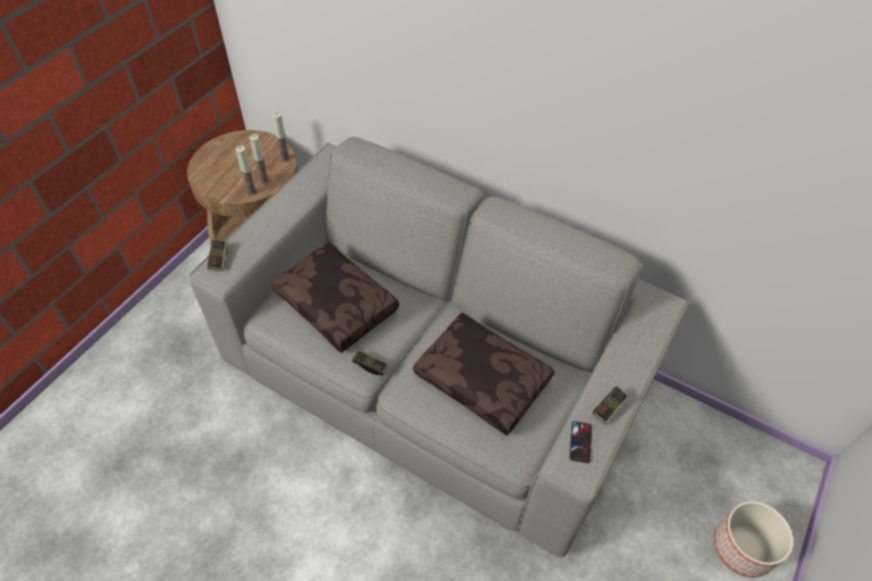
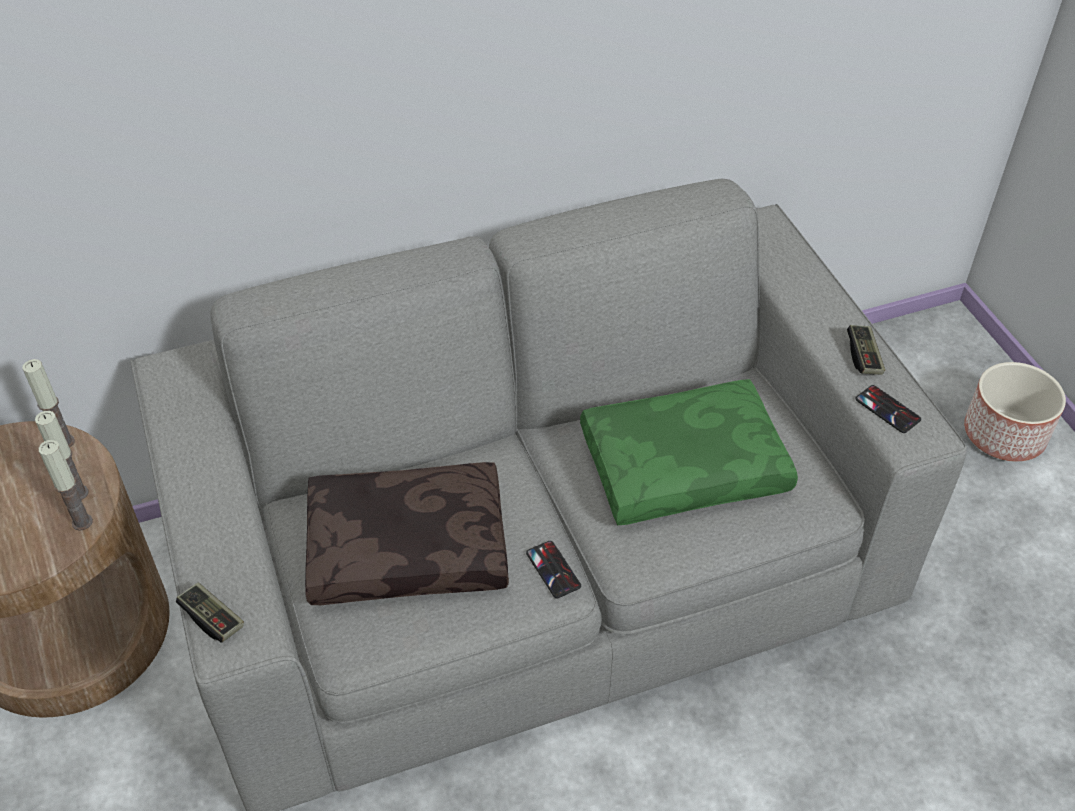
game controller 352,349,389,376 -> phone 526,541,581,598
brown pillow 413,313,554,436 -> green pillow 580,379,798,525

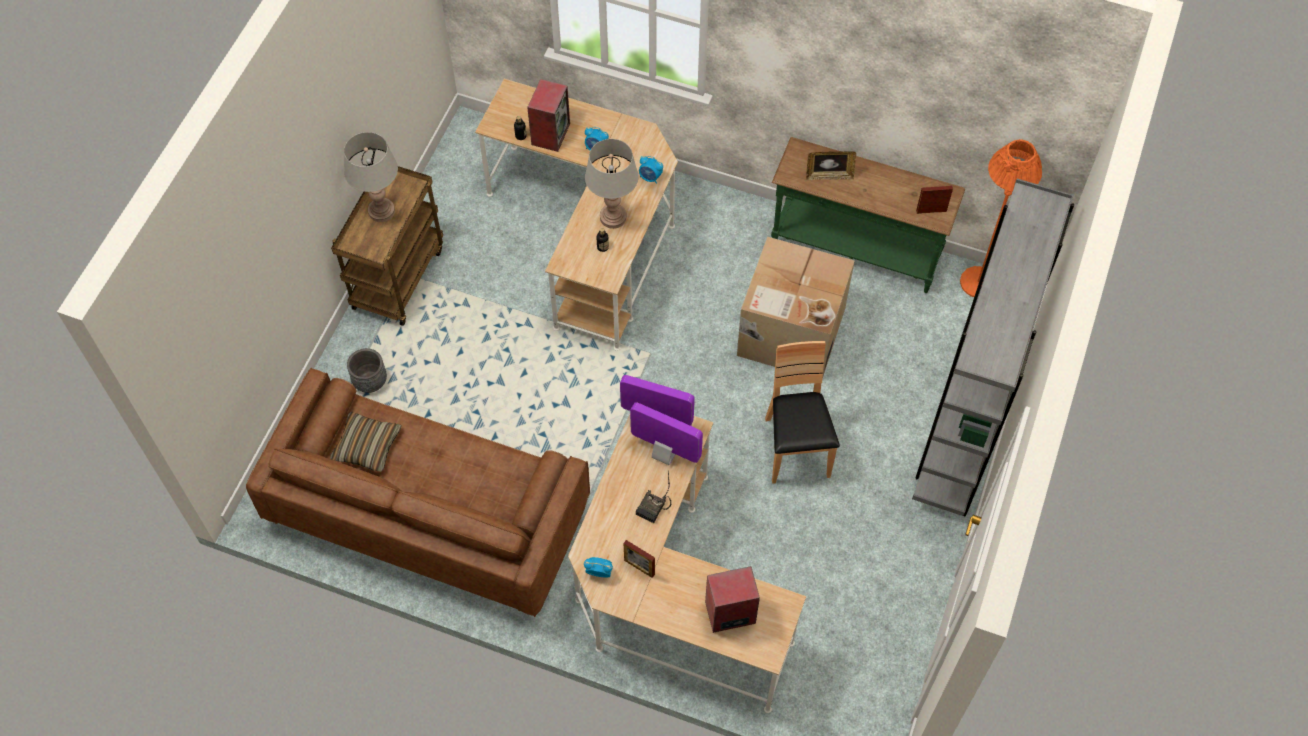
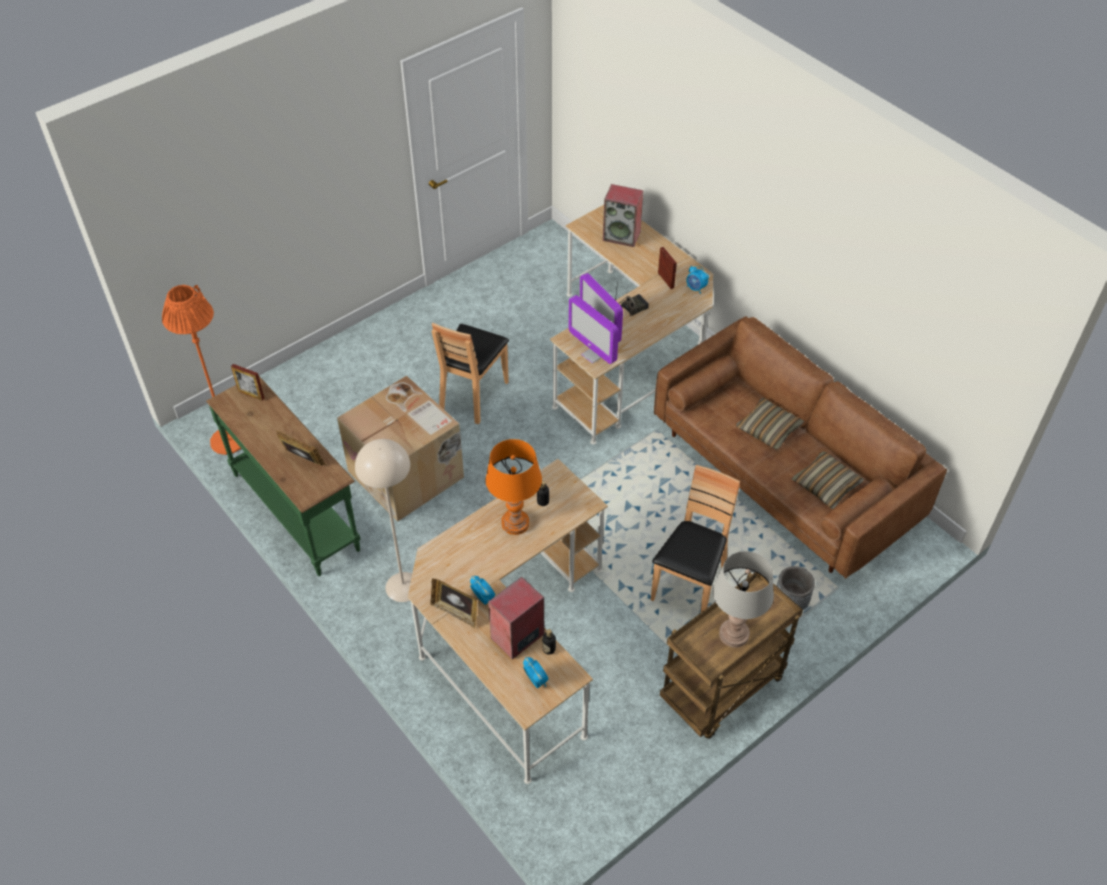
grey bookcase 912,179,1074,516 -> none
none -> beige floor lamp 355,439,412,602
none -> picture frame 430,578,477,628
none -> brown chair 650,465,740,612
none -> pillow 736,398,804,449
alarm clock 639,156,663,184 -> alarm clock 523,657,548,689, shifted
grey table lamp 585,139,638,229 -> orange table lamp 486,439,542,535

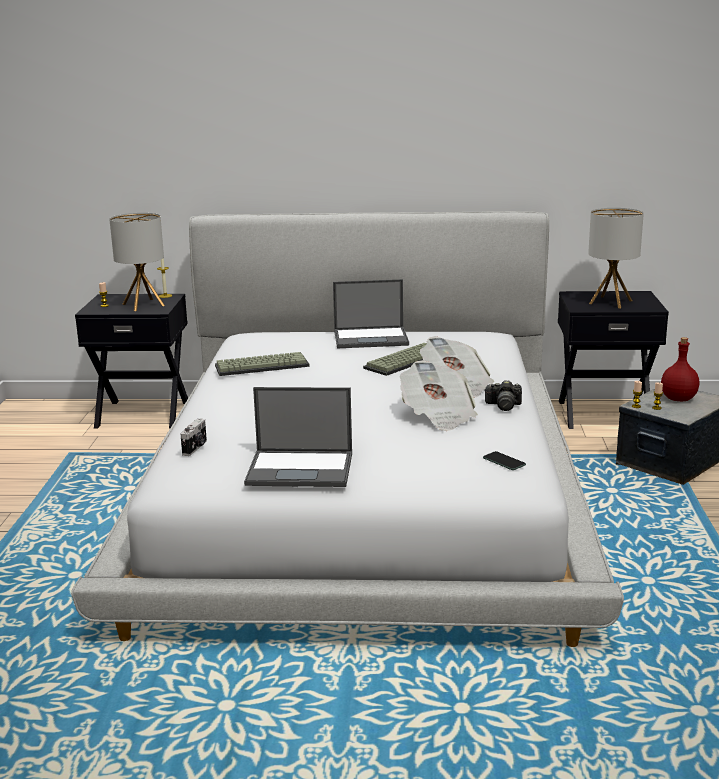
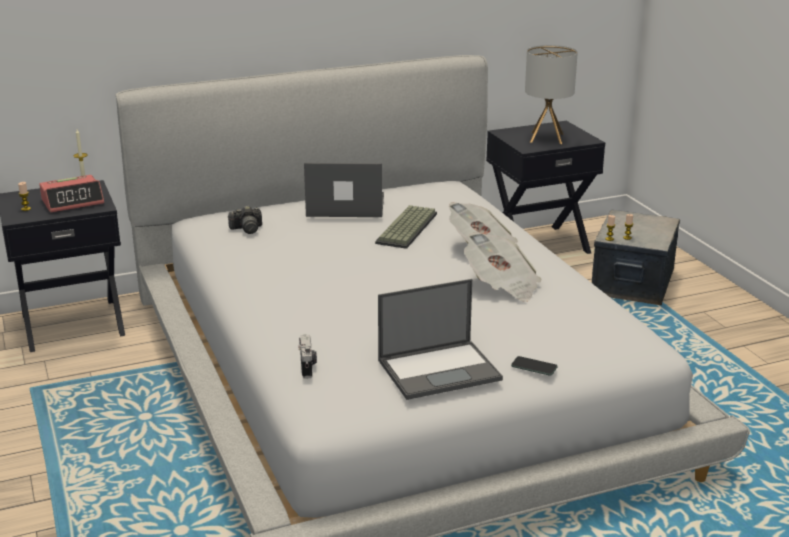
keyboard 215,352,310,376 -> none
red bottle 661,337,699,401 -> none
phone 483,451,526,470 -> phone 511,356,558,376, shifted
photo camera 484,380,522,411 -> photo camera 227,205,262,234, shifted
table lamp 109,213,165,311 -> alarm clock 39,175,104,213
laptop 333,279,409,348 -> laptop 304,163,384,217, 150 degrees counterclockwise

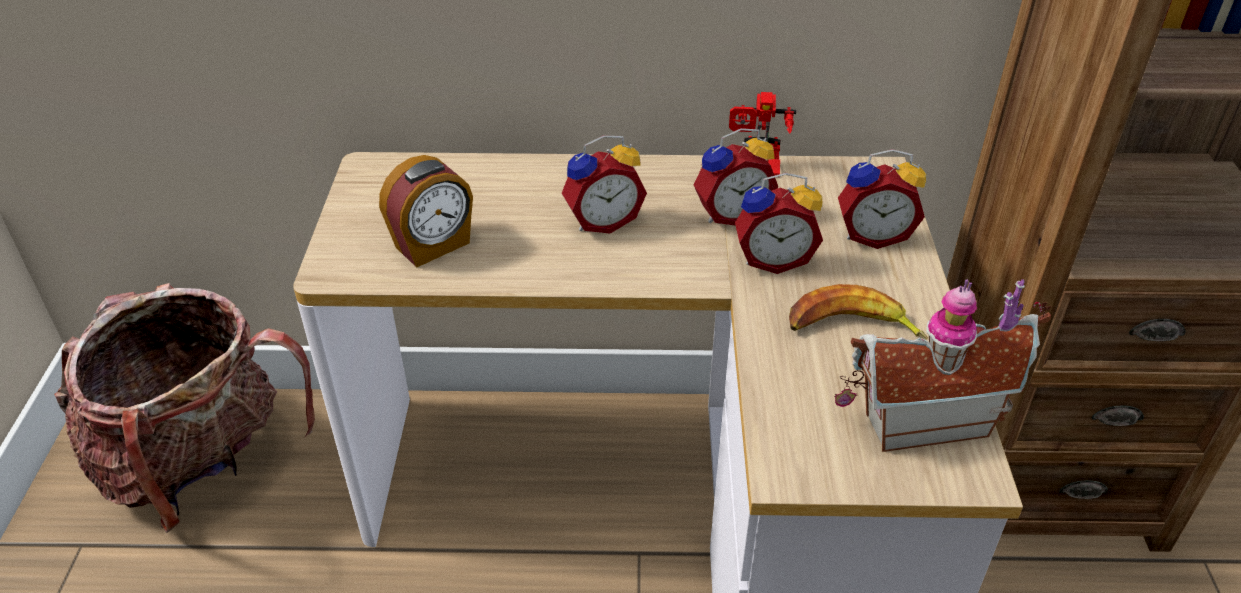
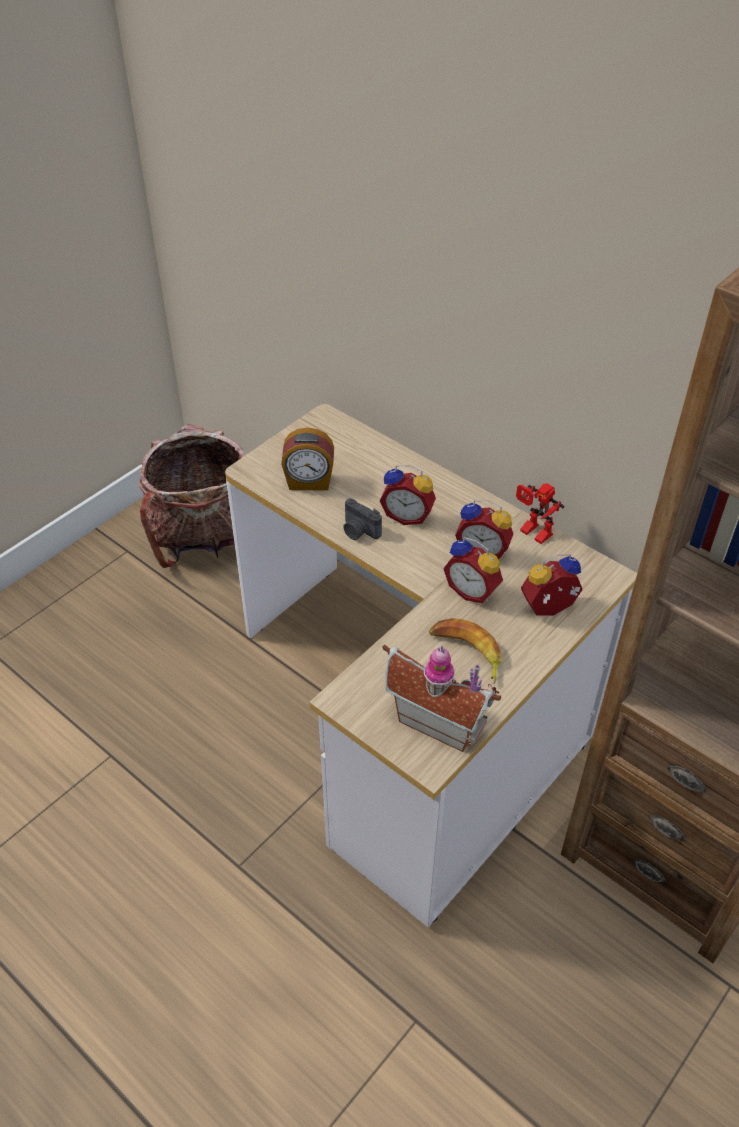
none -> photo camera 343,498,382,540
alarm clock 838,149,926,249 -> alarm clock 521,554,583,616, 120 degrees clockwise

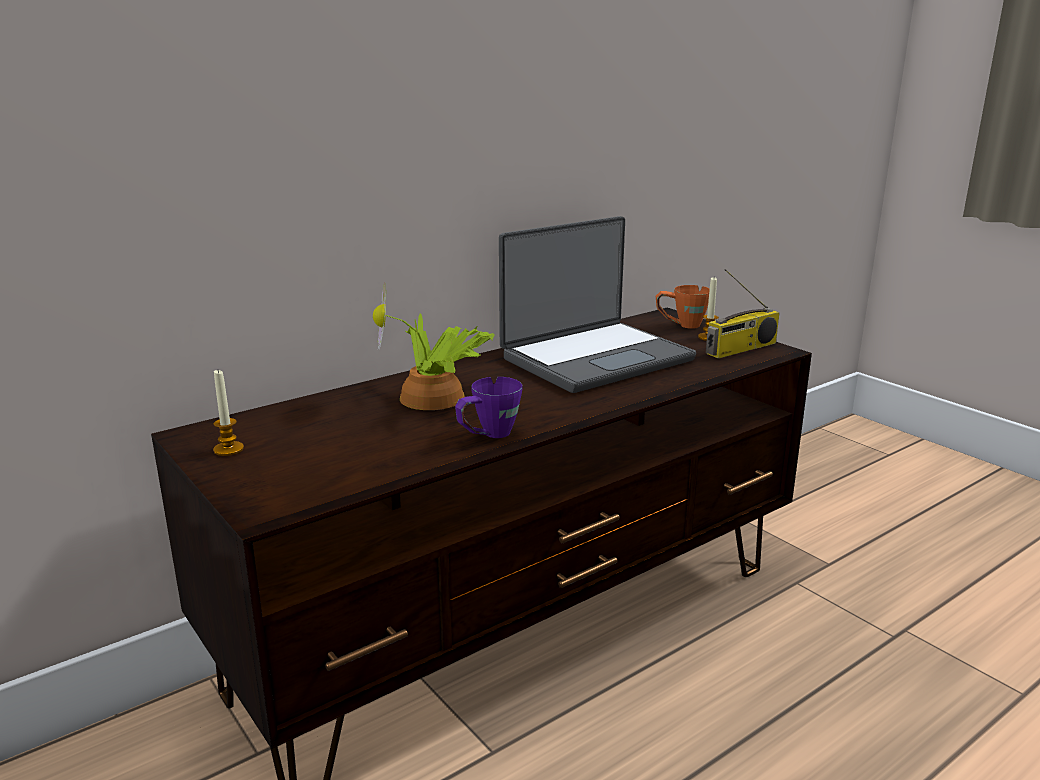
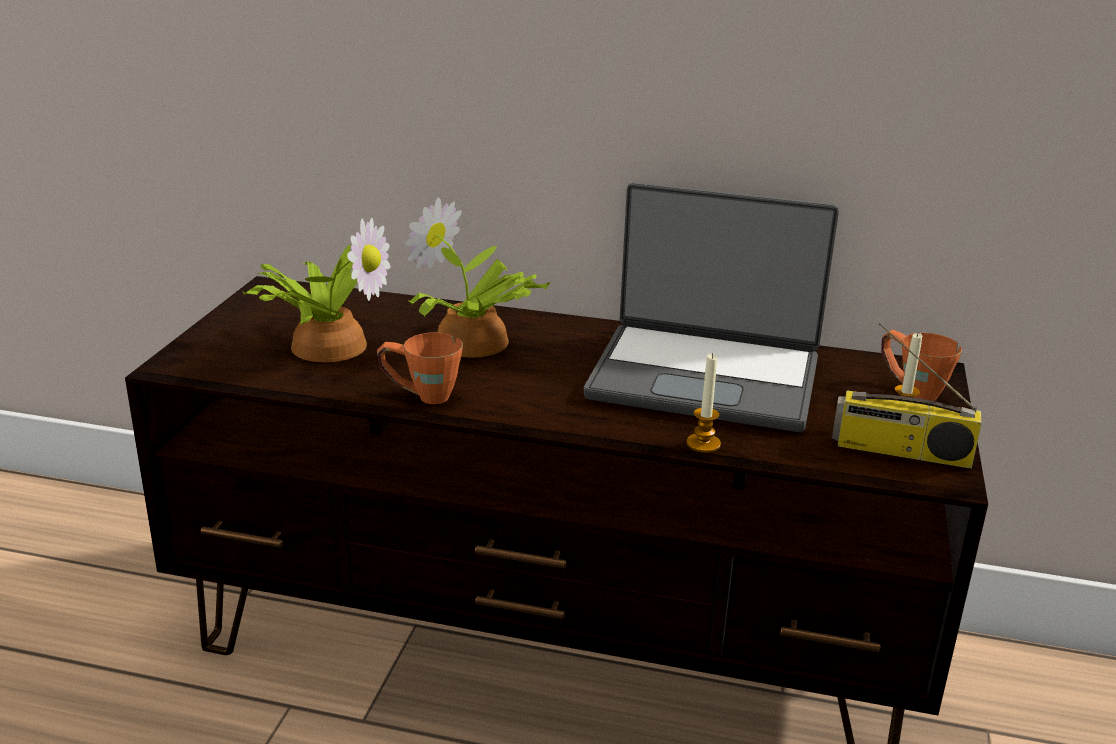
none -> potted plant 242,218,390,362
candle 213,370,244,456 -> candle 687,353,721,453, shifted
purple mug 455,377,523,438 -> orange mug 377,333,463,404

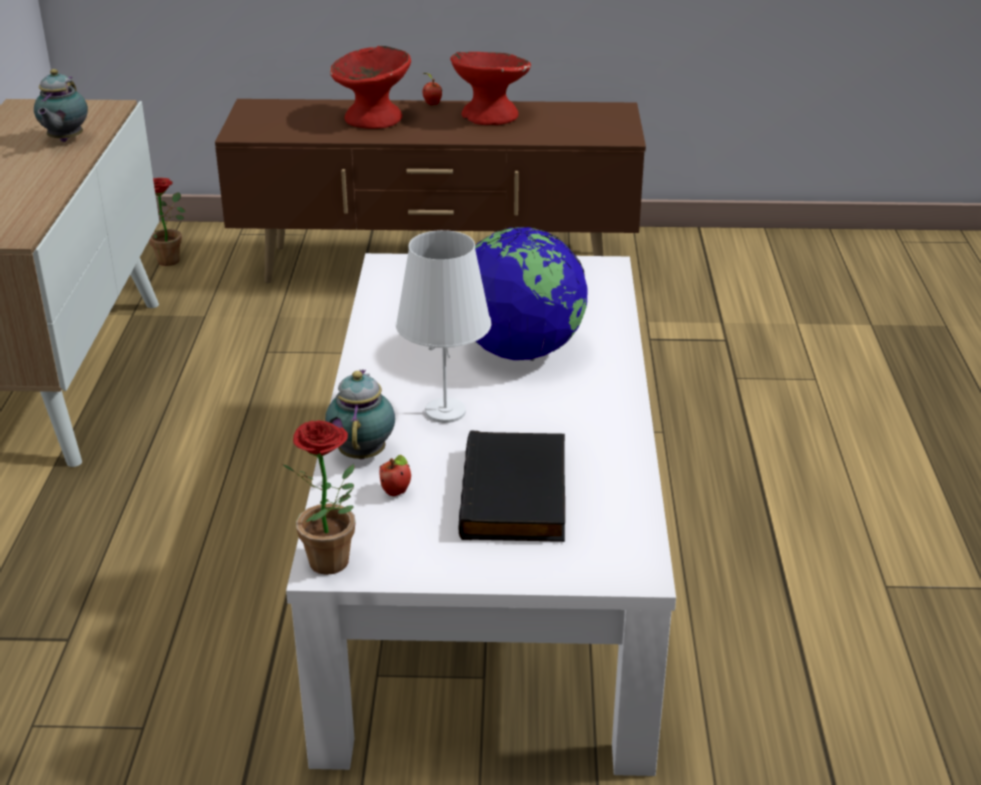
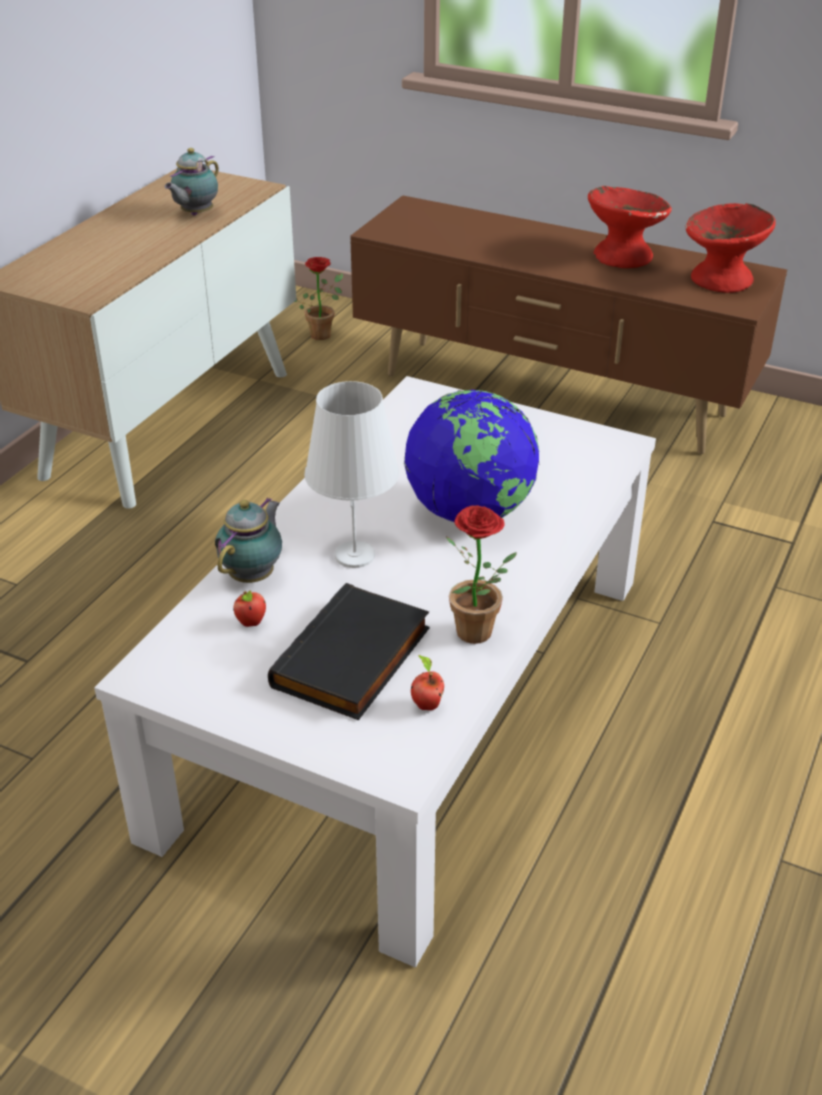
potted plant 282,421,355,575 -> potted plant 446,505,517,644, shifted
red bowl 330,46,411,129 -> red bowl 686,203,776,293, shifted
apple 422,73,442,105 -> apple 411,655,444,710, shifted

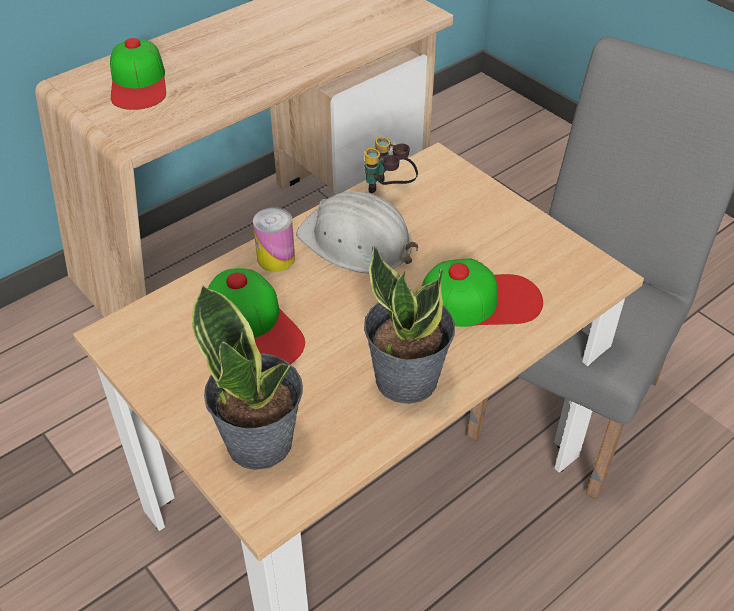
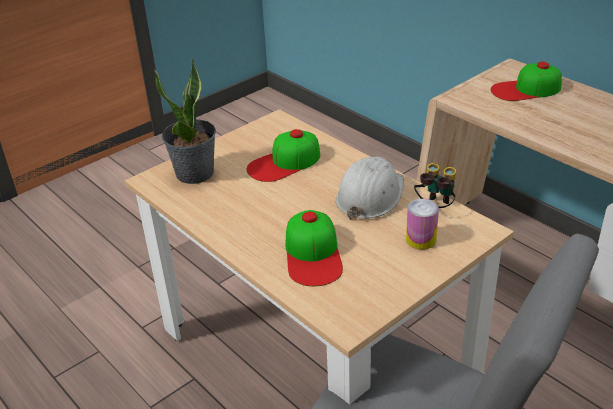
potted plant 364,245,455,404 -> none
can 253,207,295,272 -> can 406,199,439,250, shifted

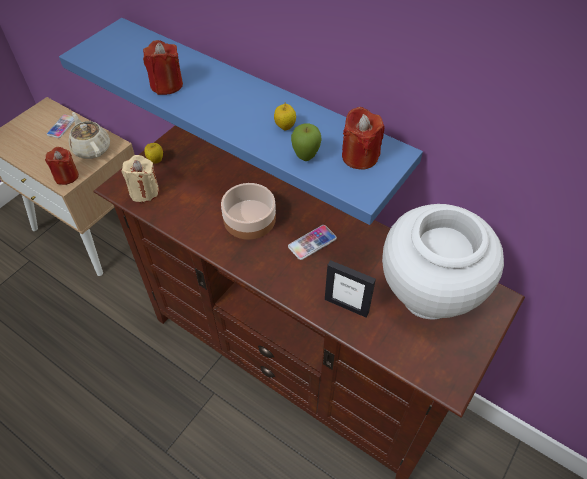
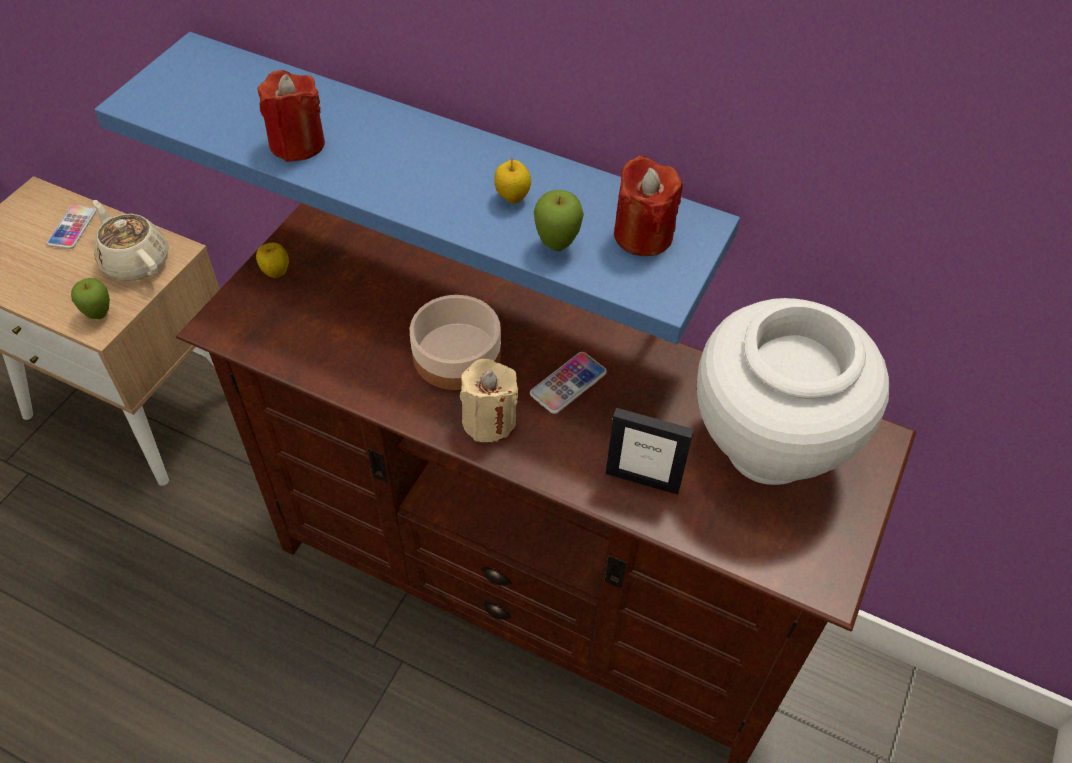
beige candle 121,155,159,202 -> beige candle 460,359,519,443, shifted
red candle 45,147,79,185 -> apple 71,278,110,319

